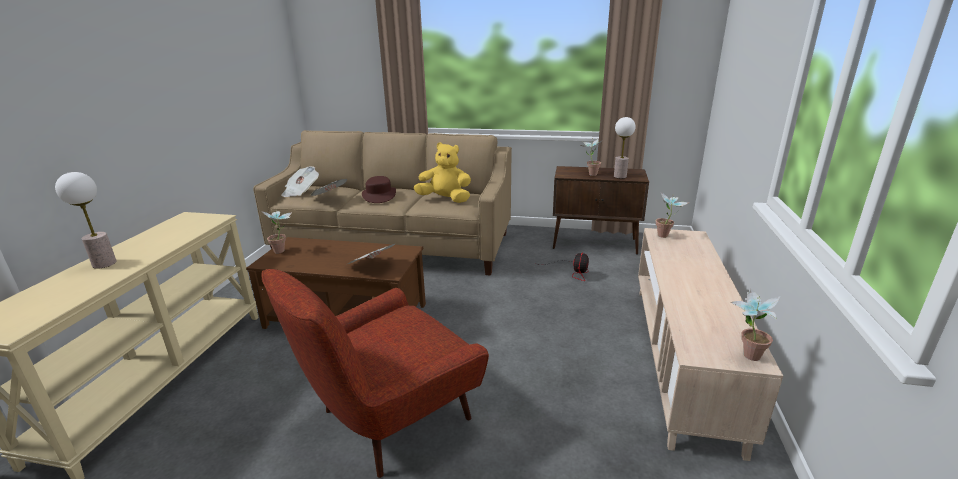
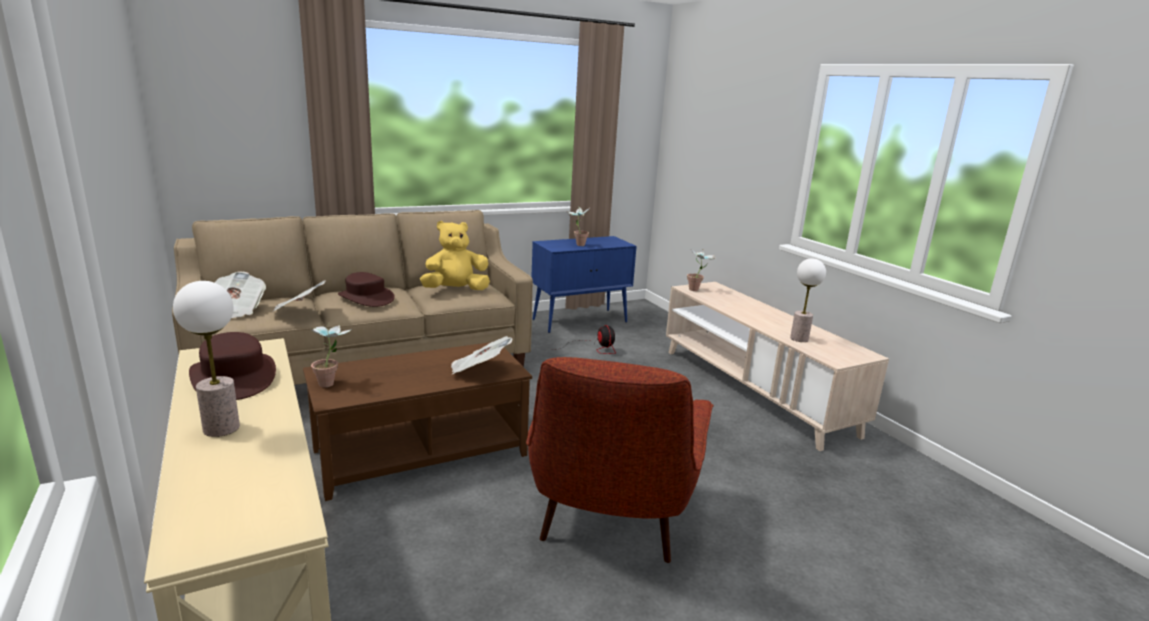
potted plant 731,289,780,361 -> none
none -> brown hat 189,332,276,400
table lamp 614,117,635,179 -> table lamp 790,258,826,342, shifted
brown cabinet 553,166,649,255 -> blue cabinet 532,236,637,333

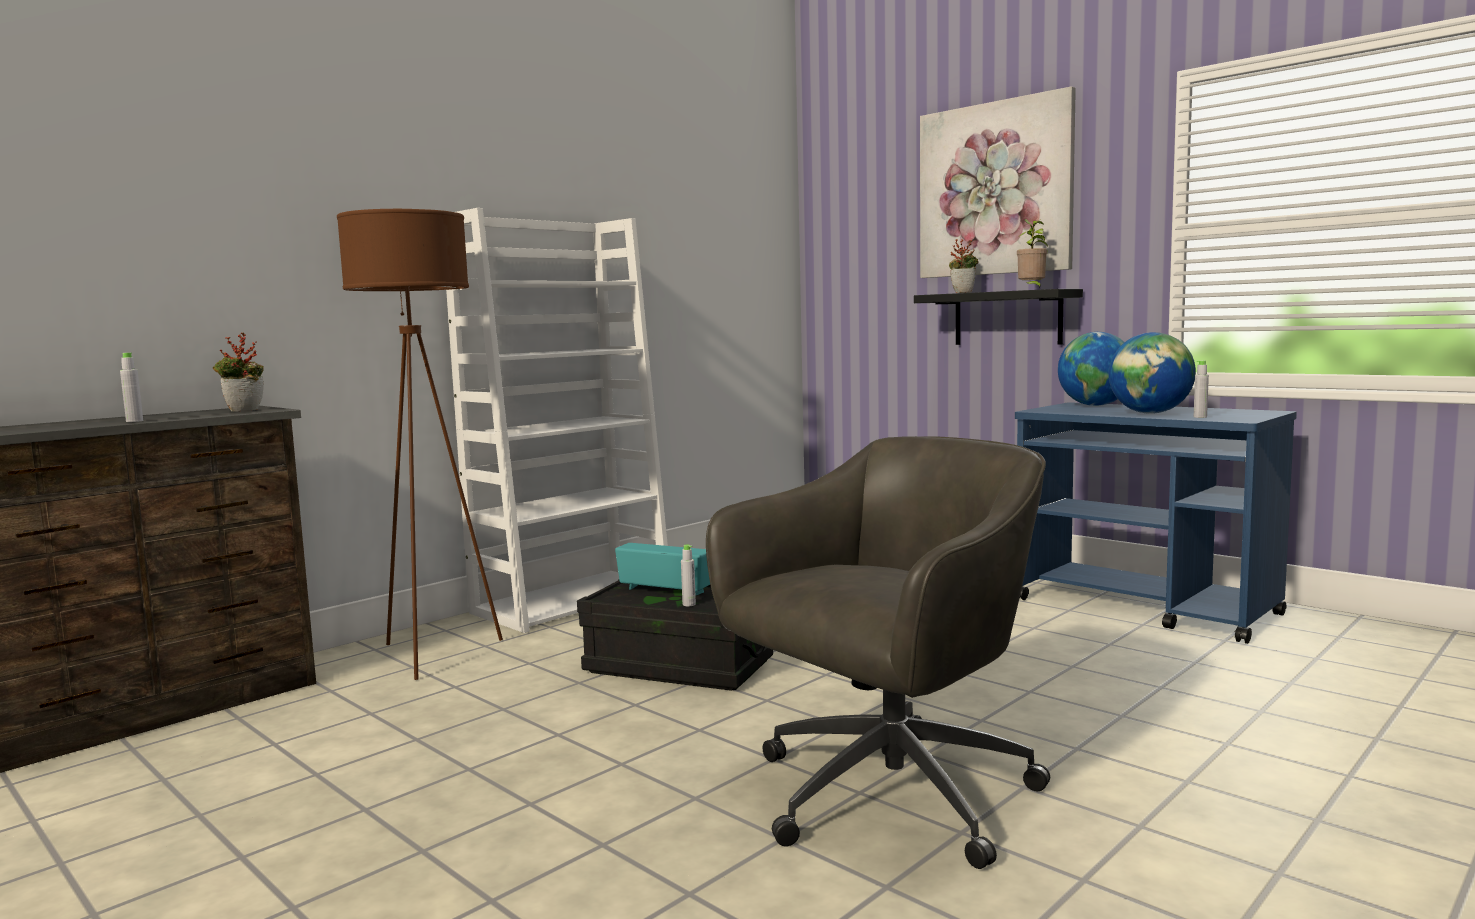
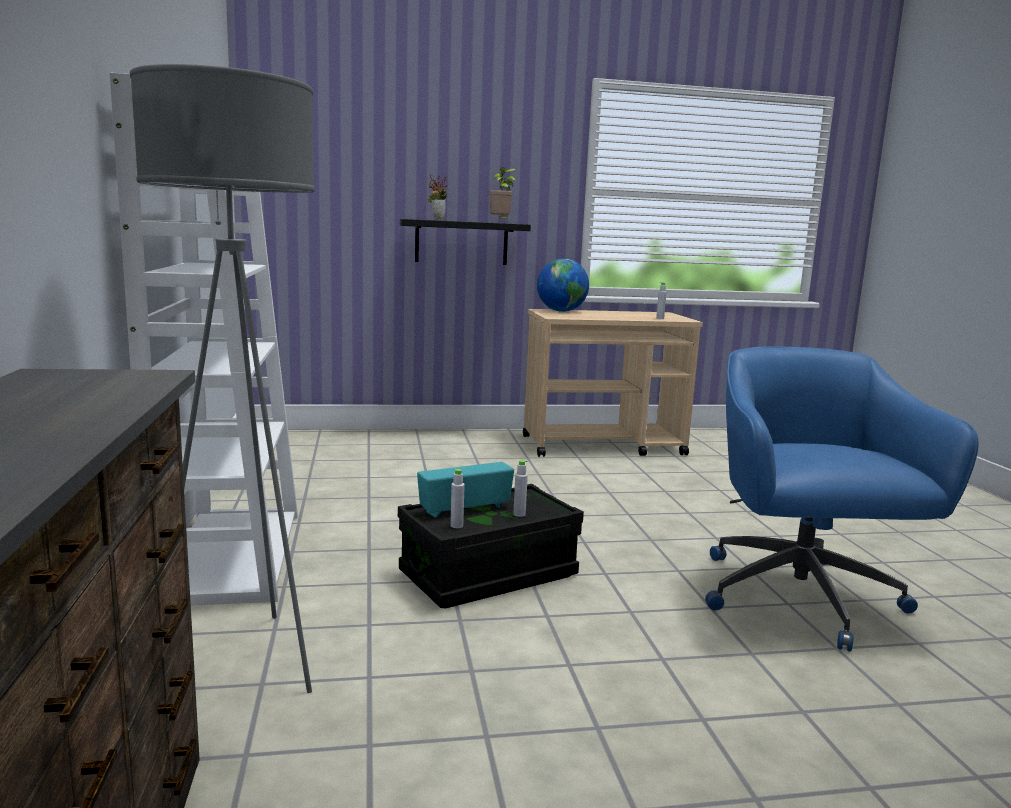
potted plant 213,332,264,412 -> none
picture 920,86,1076,278 -> none
globe 1109,332,1196,414 -> none
grey bottle 120,353,143,422 -> grey bottle 450,469,465,528, shifted
brown floor lamp 337,209,503,680 -> grey floor lamp 130,64,315,693
grey office chair 706,436,1050,869 -> blue office chair 705,346,978,652
blue cart 1015,402,1297,644 -> beige cart 523,309,703,457

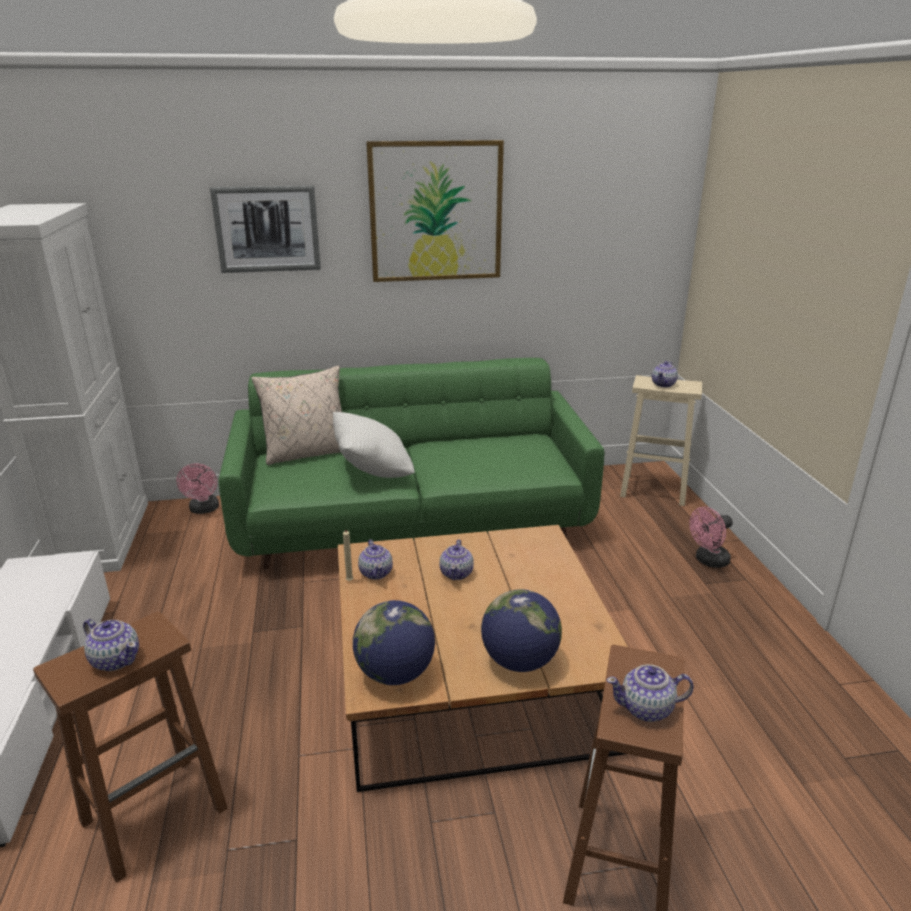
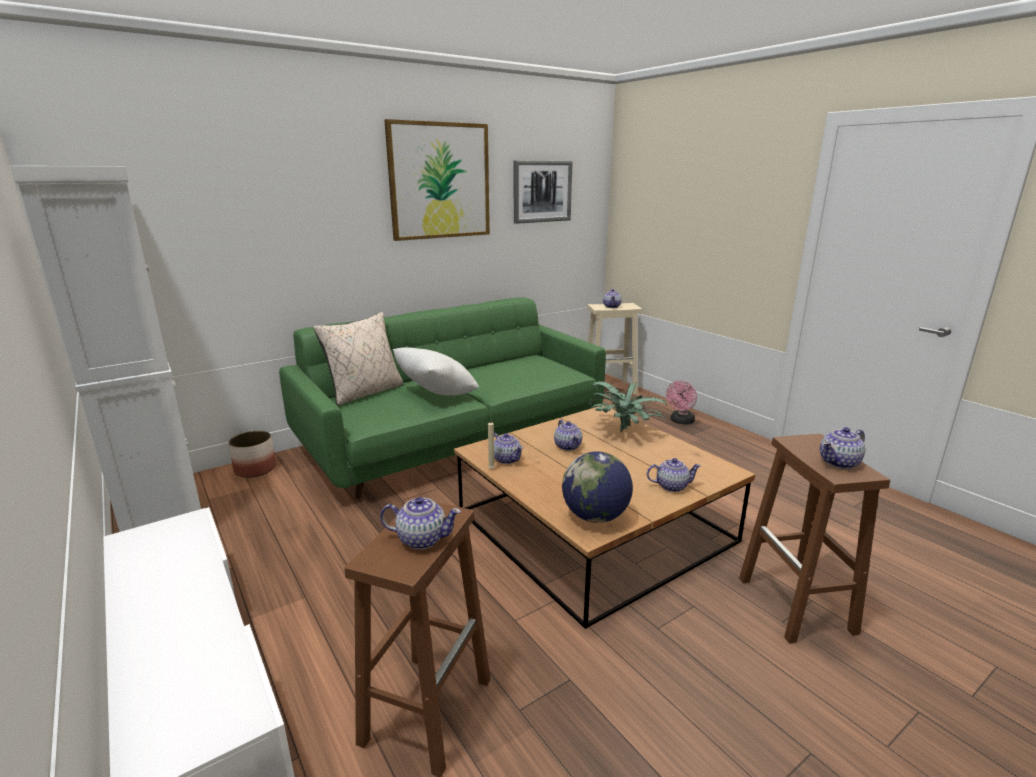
none -> potted plant 588,381,667,432
picture 210,185,321,273 -> picture 514,160,573,224, shifted
pink fan 176,464,219,514 -> planter 228,431,276,478
globe 481,589,562,672 -> teapot 647,458,701,492

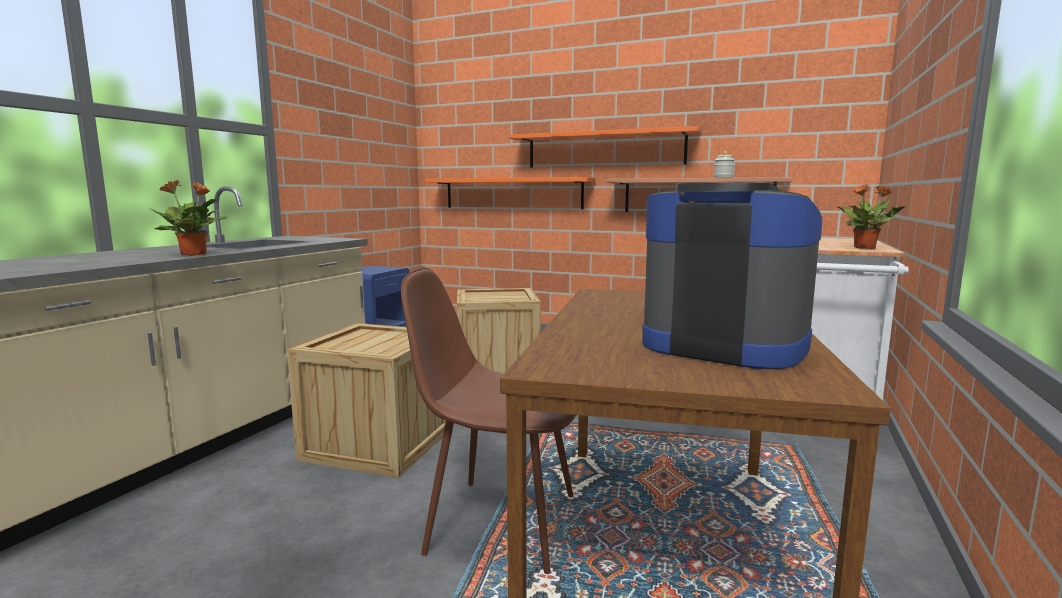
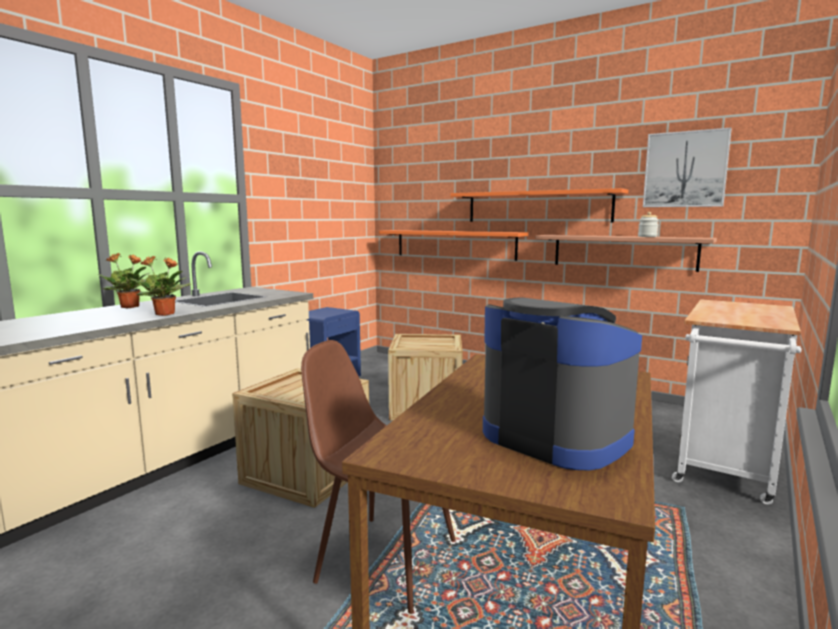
none -> picture 643,128,732,207
potted plant 836,184,906,249 -> potted plant 98,253,151,308, shifted

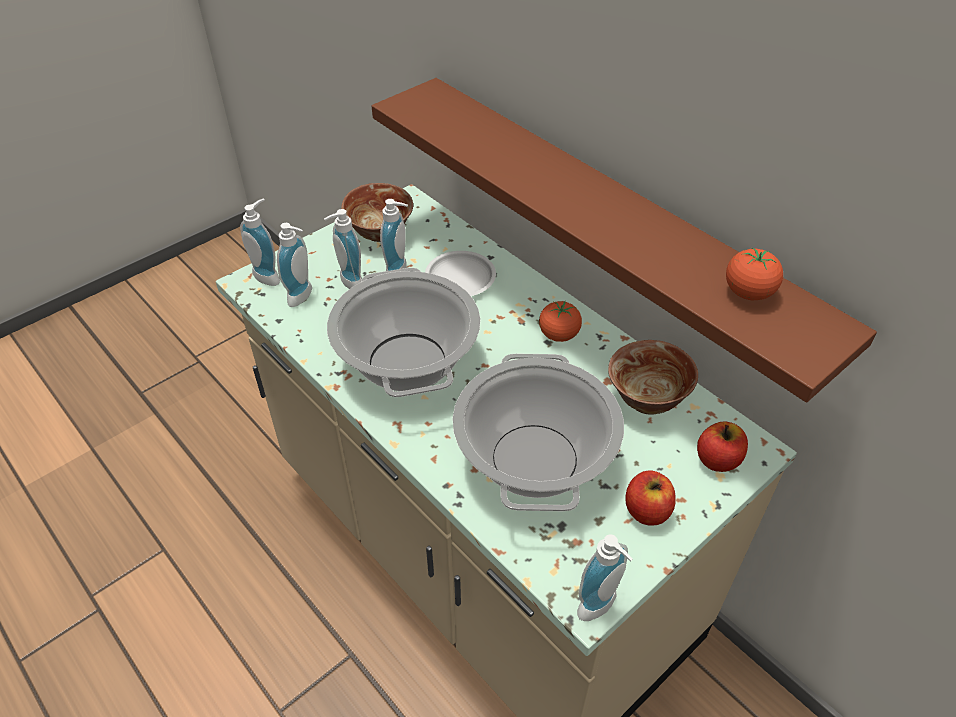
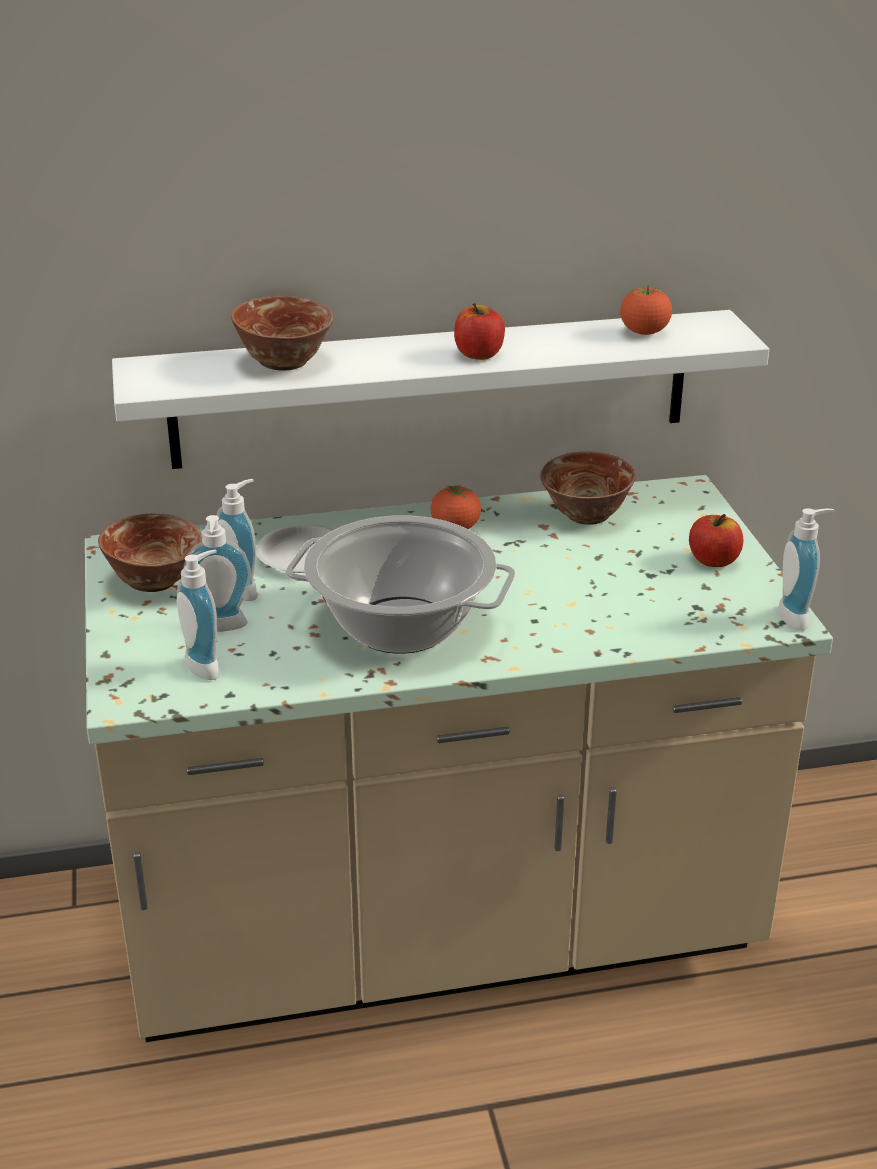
soap dispenser 240,198,280,286 -> none
cooking pot 452,354,624,511 -> none
none -> bowl 231,296,333,371
apple 697,421,748,472 -> apple 454,303,505,360, shifted
brown shelf 372,78,877,402 -> white shelf 112,310,769,469

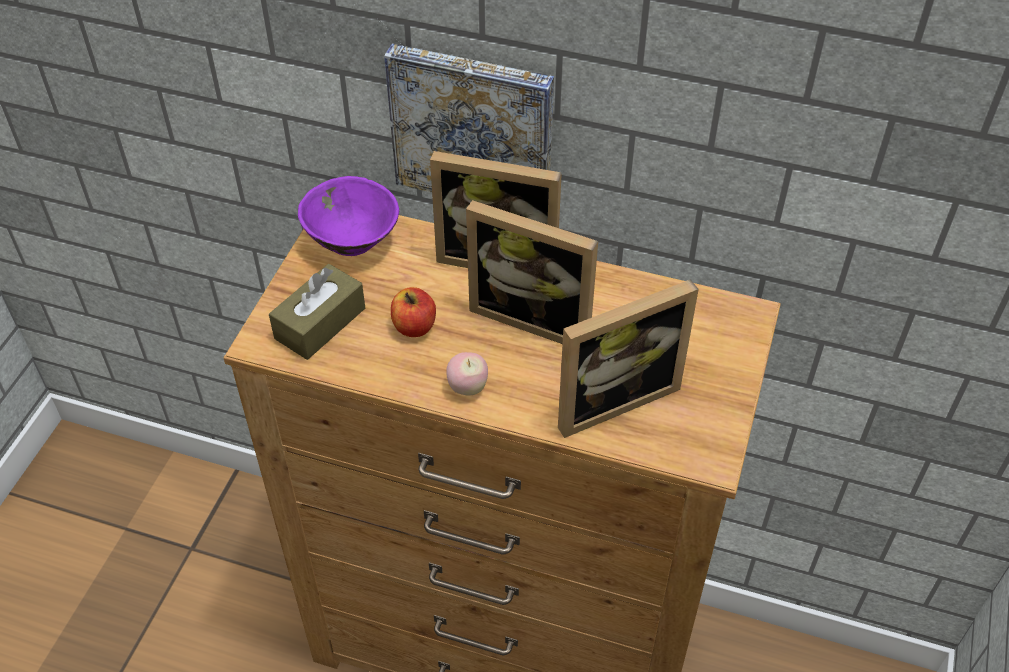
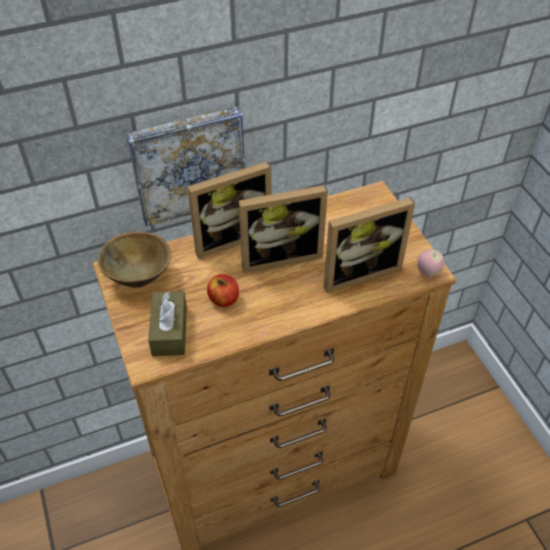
apple 446,352,488,396 -> apple 417,249,444,277, shifted
purple bowl 298,176,399,256 -> brown bowl 98,232,171,288
picture frame 558,279,699,438 -> picture frame 323,197,415,293, 45 degrees clockwise

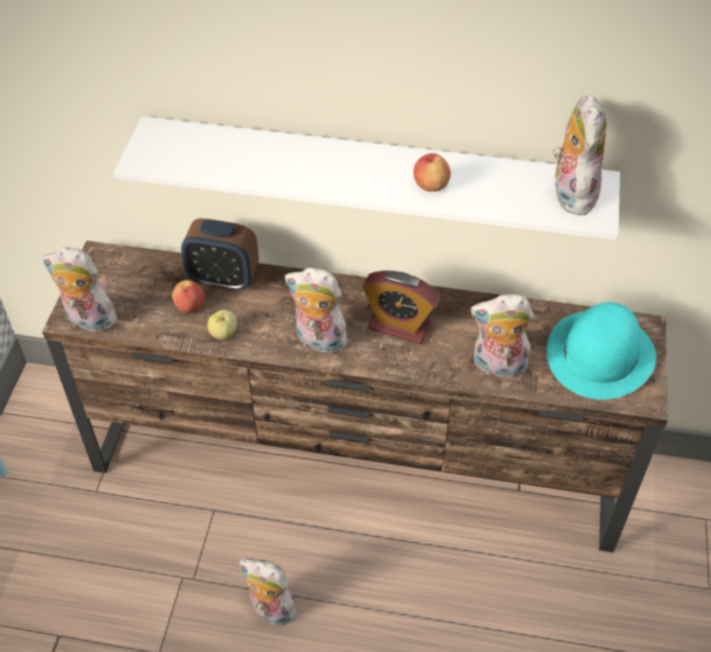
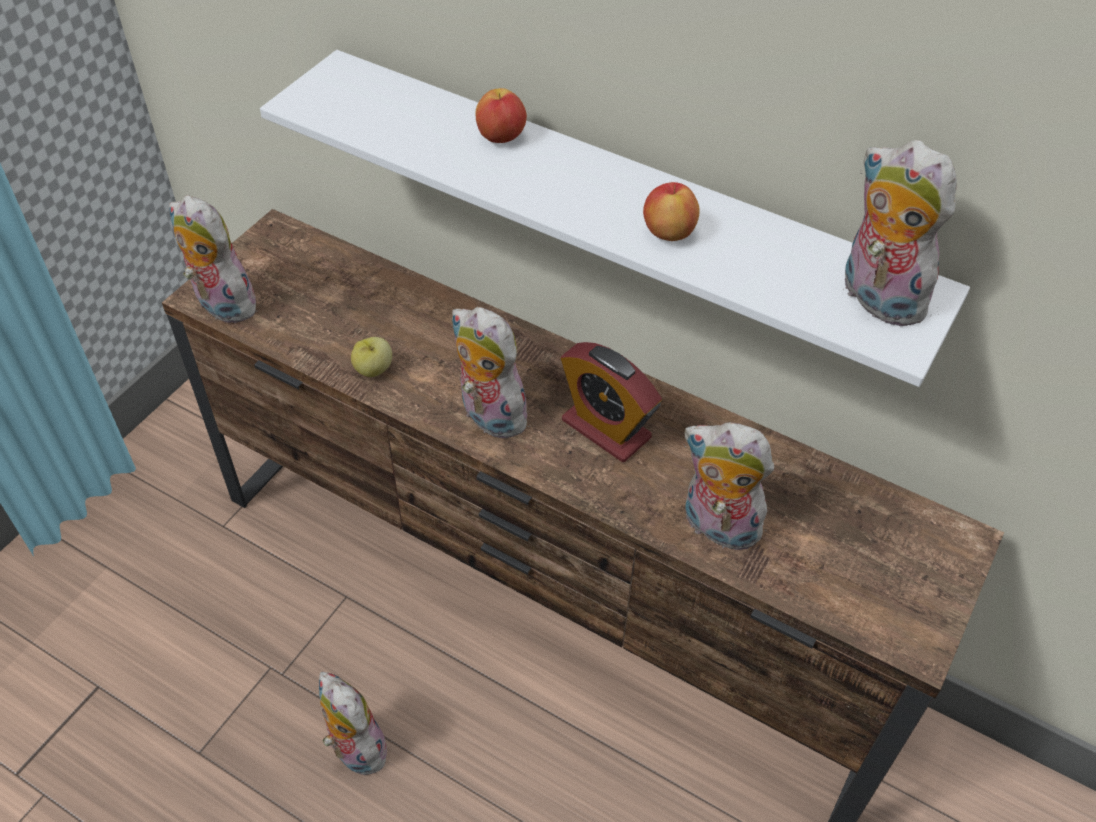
alarm clock 181,218,259,291 -> none
turquoise hat 547,302,656,400 -> none
apple 172,280,205,313 -> apple 476,88,527,143, shifted
plush toy 553,95,606,215 -> plush toy 843,140,957,327, 60 degrees counterclockwise

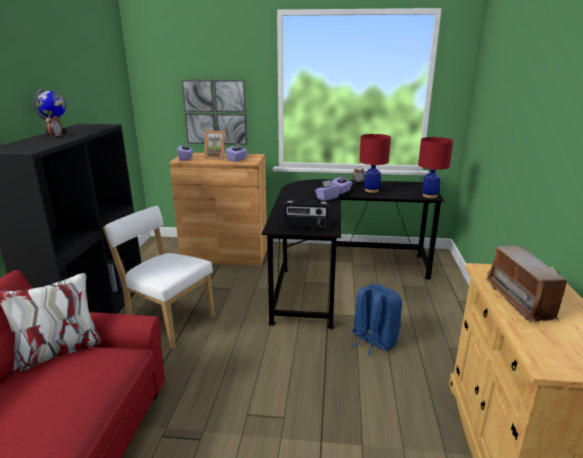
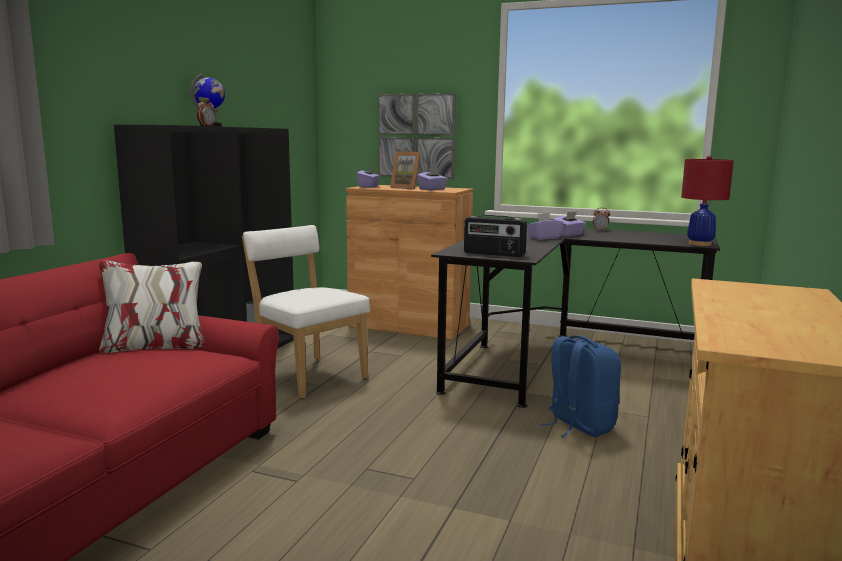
red table lamp 359,134,391,193 -> none
radio 486,245,570,323 -> none

